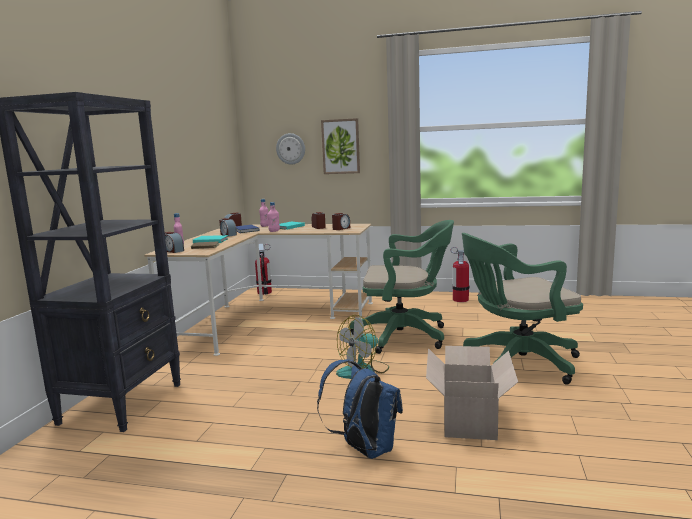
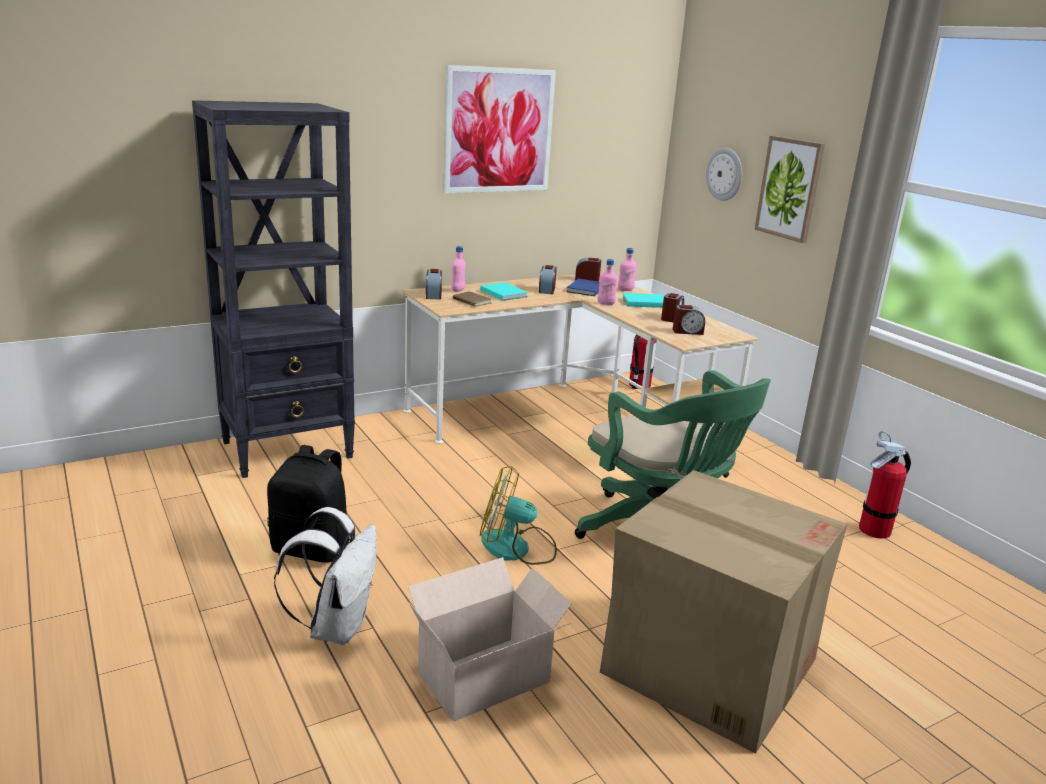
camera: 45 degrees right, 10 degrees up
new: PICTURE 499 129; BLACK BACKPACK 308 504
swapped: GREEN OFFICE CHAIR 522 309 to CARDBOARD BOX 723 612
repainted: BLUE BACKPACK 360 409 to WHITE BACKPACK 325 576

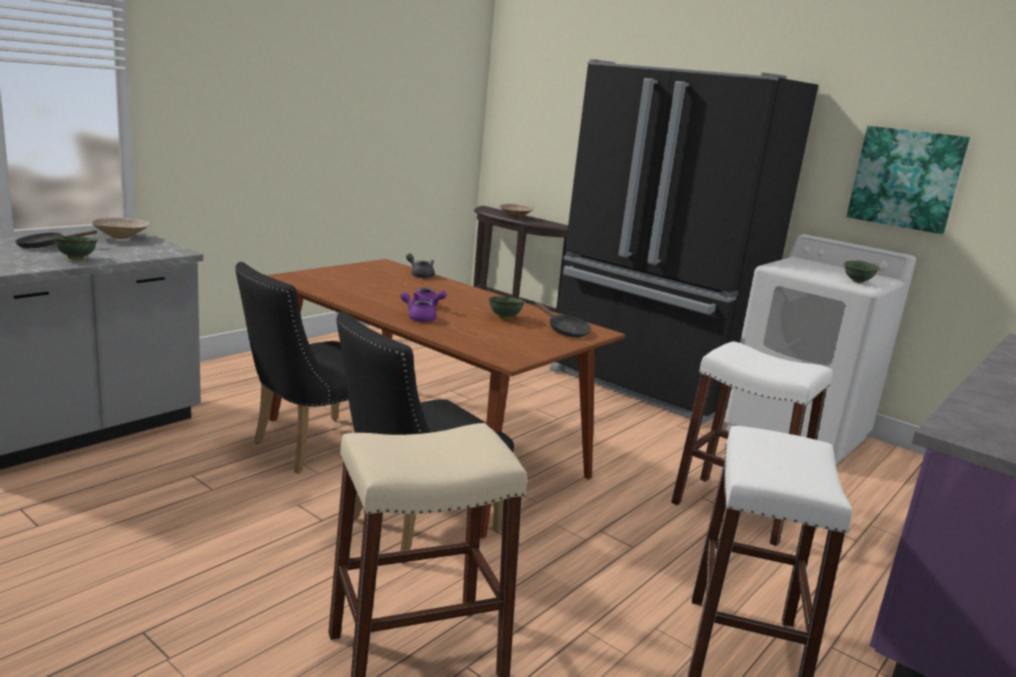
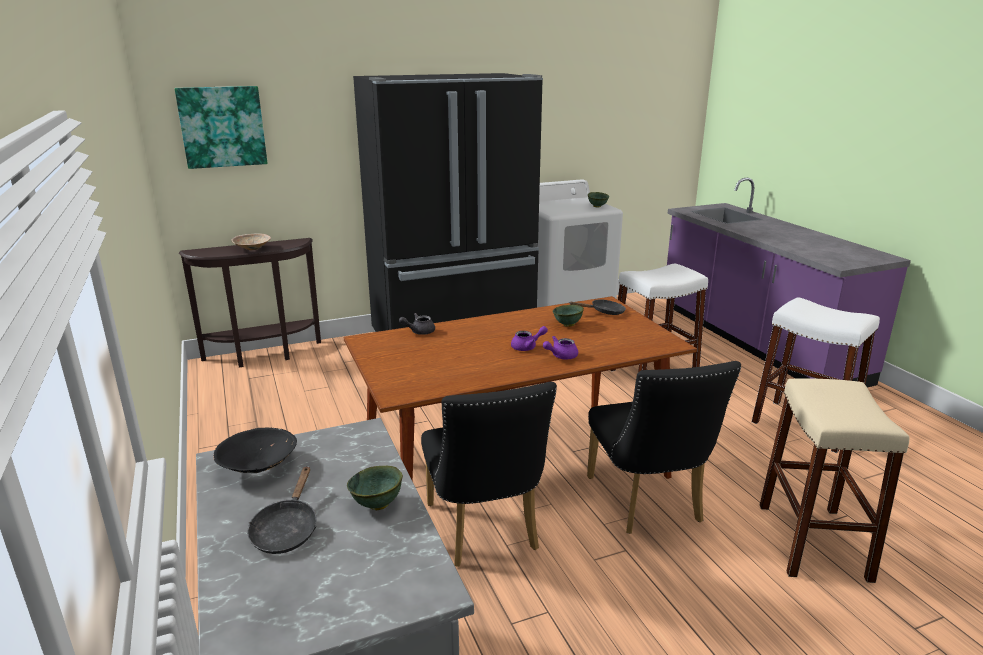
camera: 60 degrees left, 5 degrees up
shifted: PICTURE 908 180 to 221 127
repainted: BEIGE BOWL 120 228 to BLACK BOWL 255 450

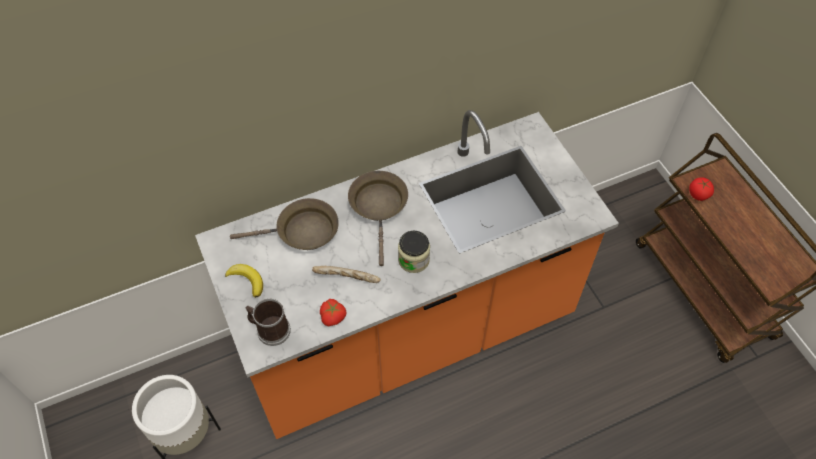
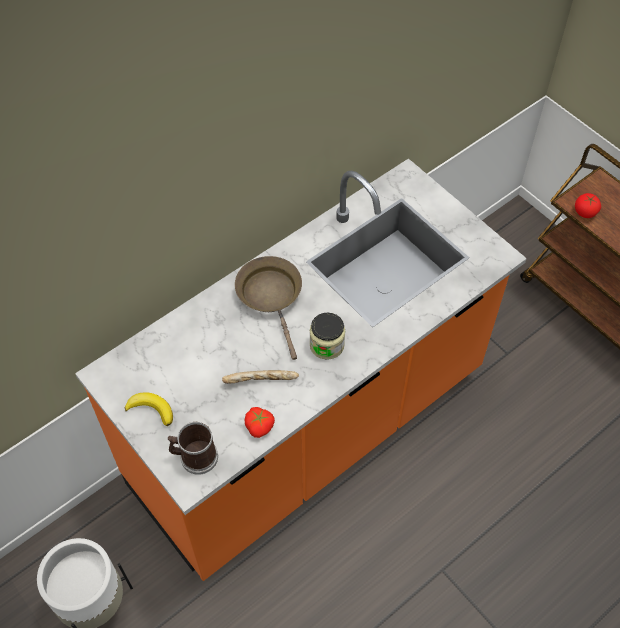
camera: 15 degrees left, 0 degrees up
gone: BROWN FRYING PAN 284 224

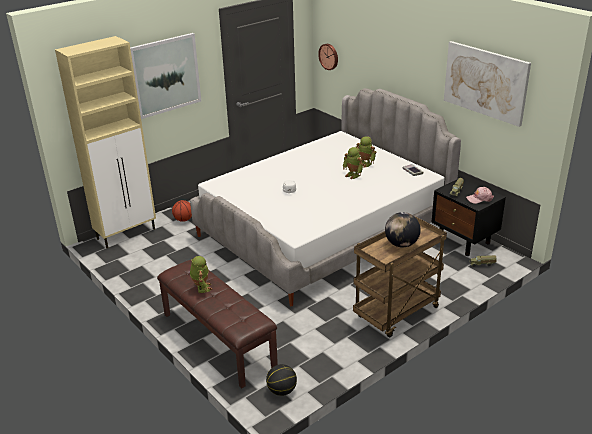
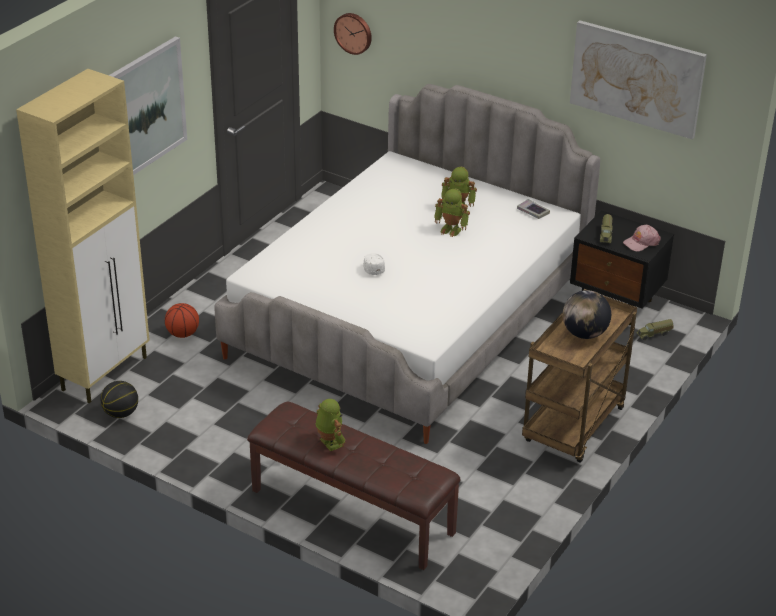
camera: 20 degrees left, 5 degrees up
shifted: BASKETBALL 281 380 to 119 399

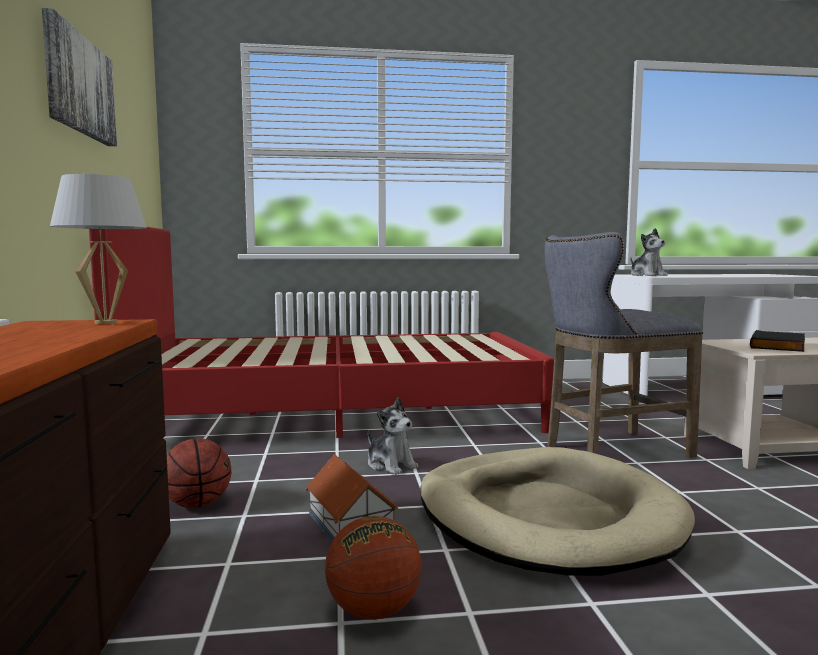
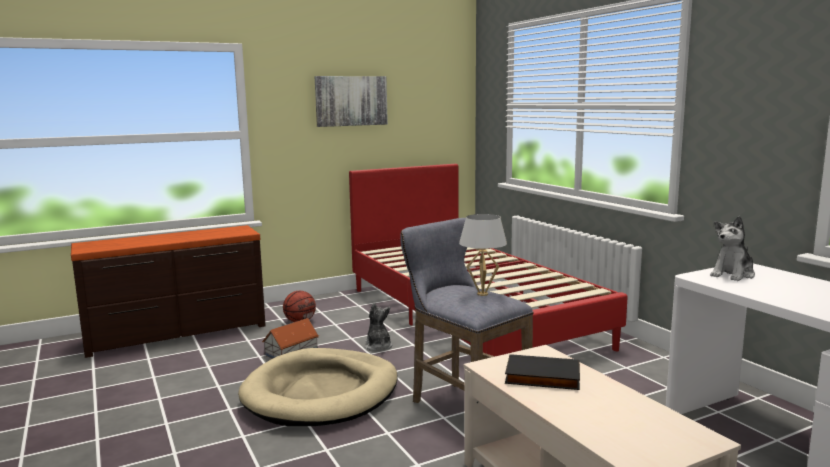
camera: 70 degrees right, 5 degrees up
gone: BASKETBALL 373 568
shifted: WHITE TABLE LAMP 98 249 to 483 255
rotated: PLUSH TOY 393 436 = 379 327 135 degrees clockwise

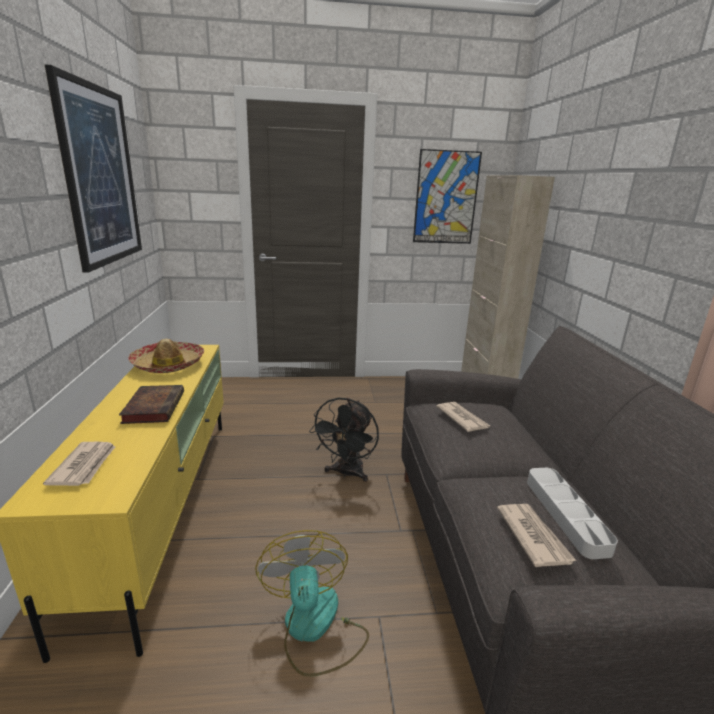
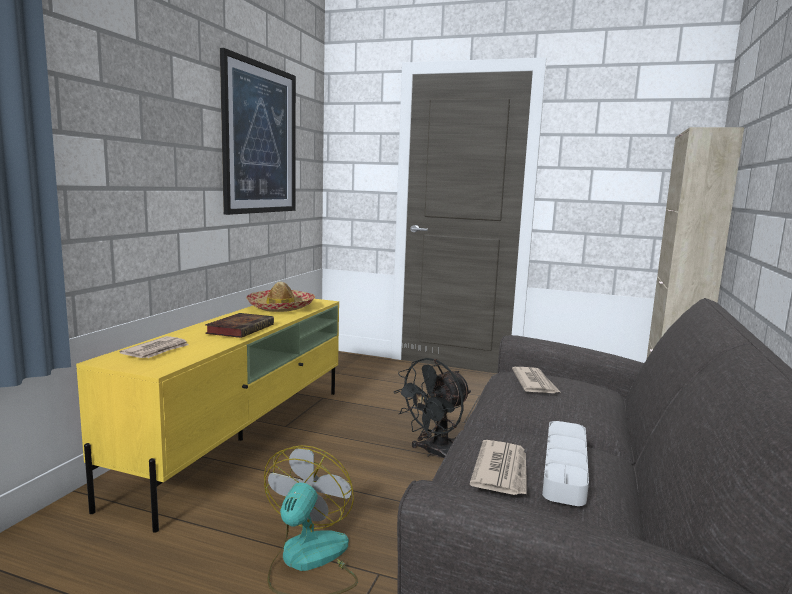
camera: 25 degrees right, 10 degrees down
gone: PICTURE 447 196

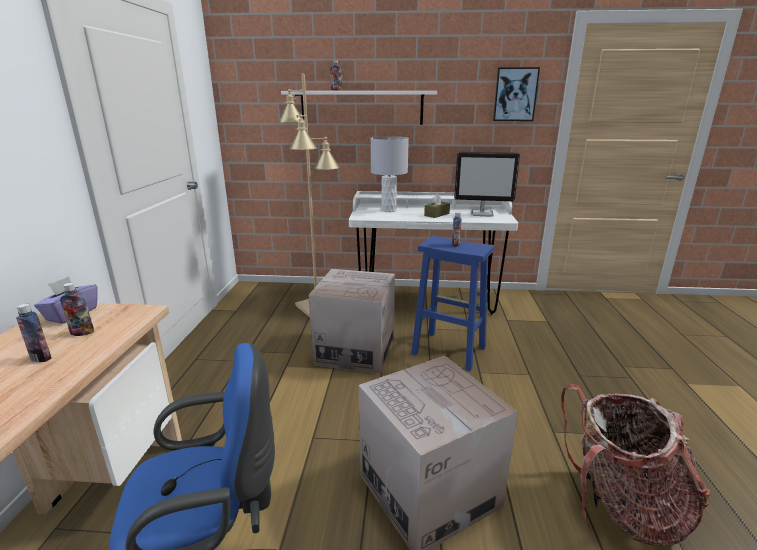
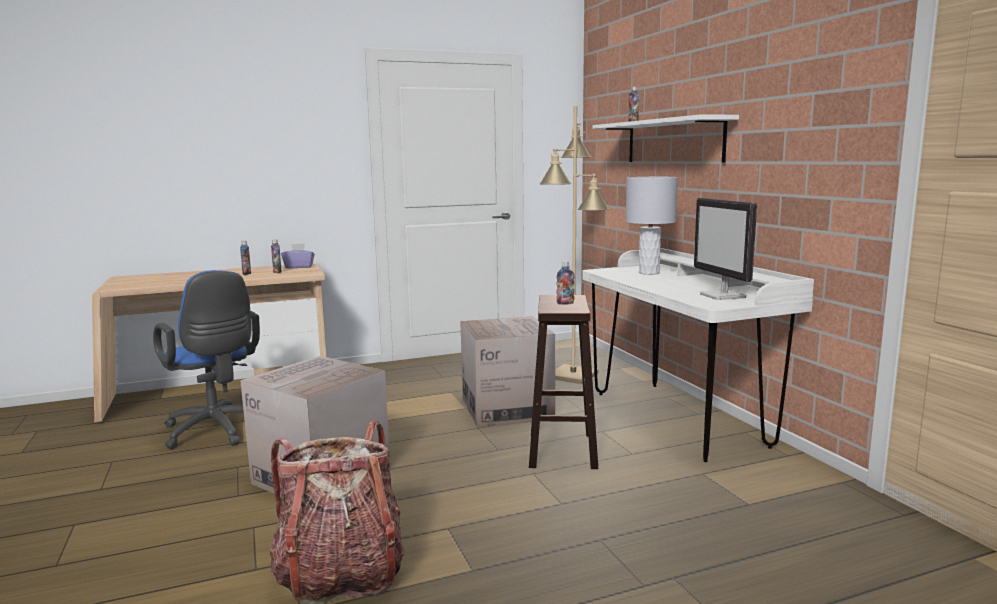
camera: 65 degrees right, 10 degrees down
gone: PICTURE 516 94; BROWN TISSUE BOX 437 205
repainted: BLUE STOOL 452 303 to BROWN STOOL 563 382

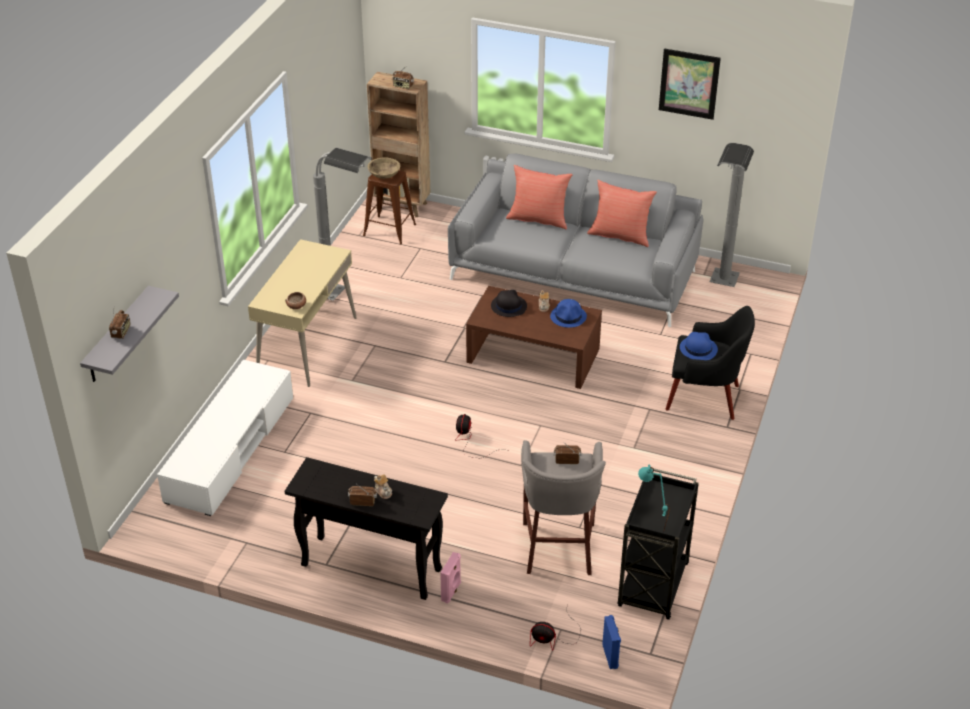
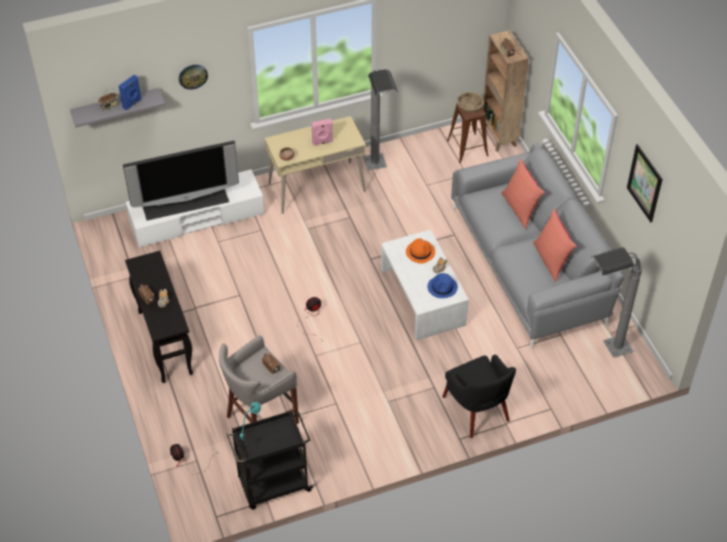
camera: 50 degrees right, 10 degrees up
gone: BLUE HAT 699 346
new: WALL CLOCK 193 77; TELEVISION 181 180
shifted: PINK SPEAKER 450 578 to 322 132; BLUE SPEAKER 611 642 to 130 92
repainted: BROWN COFFEE TABLE 534 337 to WHITE COFFEE TABLE 425 285; BLACK HAT 509 303 to ORANGE HAT 420 251

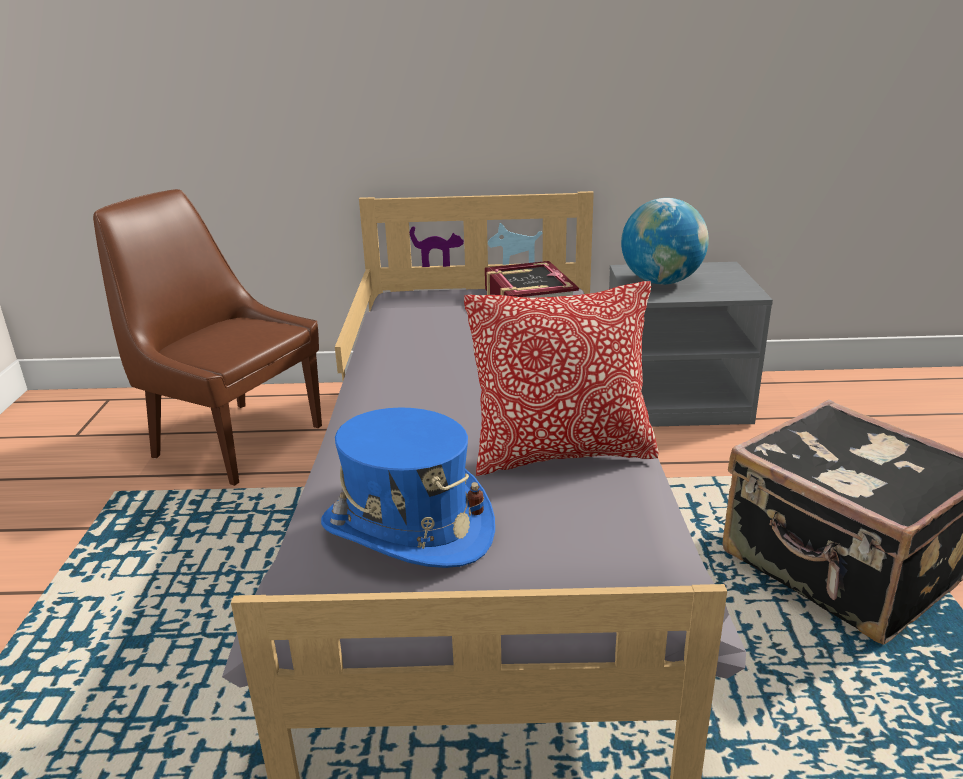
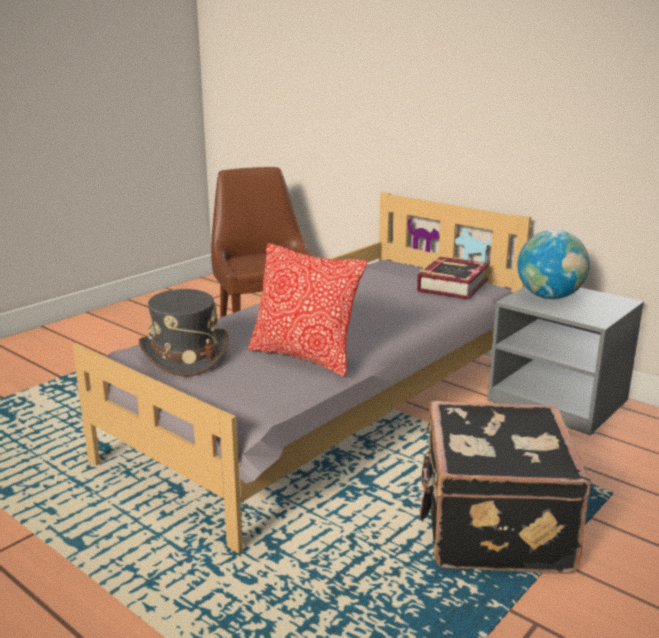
camera: 40 degrees right, 5 degrees down
repainted: BLUE HAT 408 487 to GREY HAT 184 332

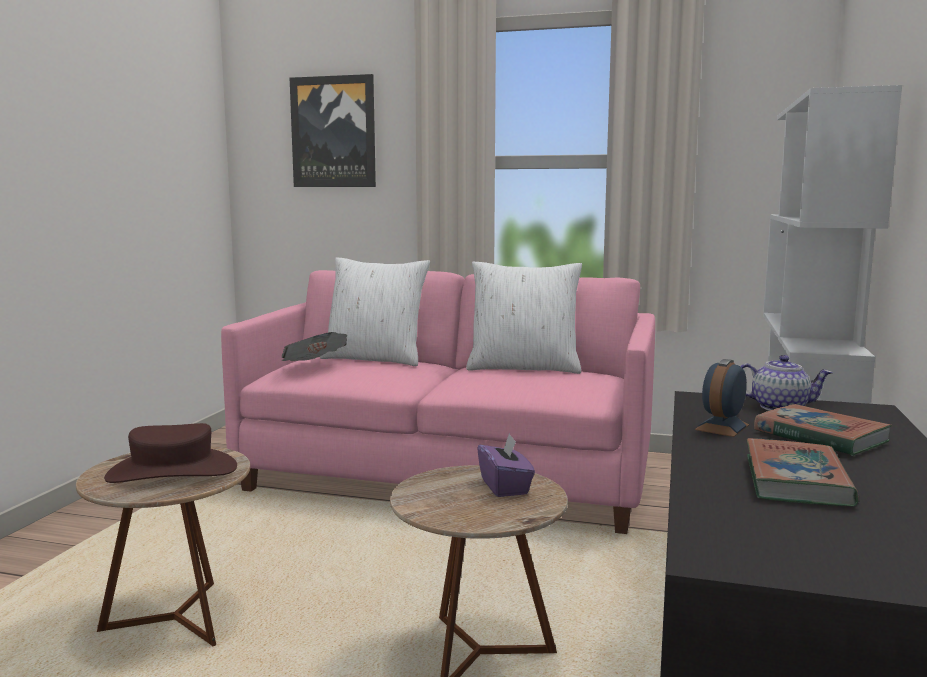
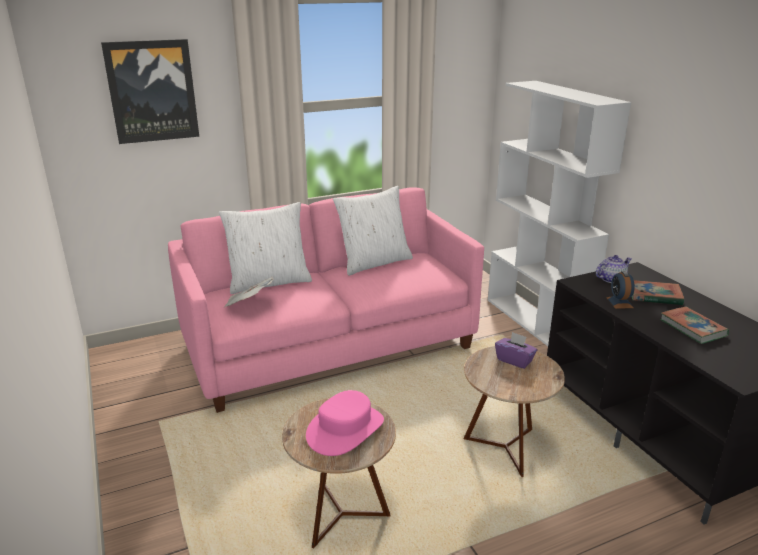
camera: 40 degrees left, 15 degrees up
repainted: BROWN HAT 170 453 to PINK HAT 345 423

